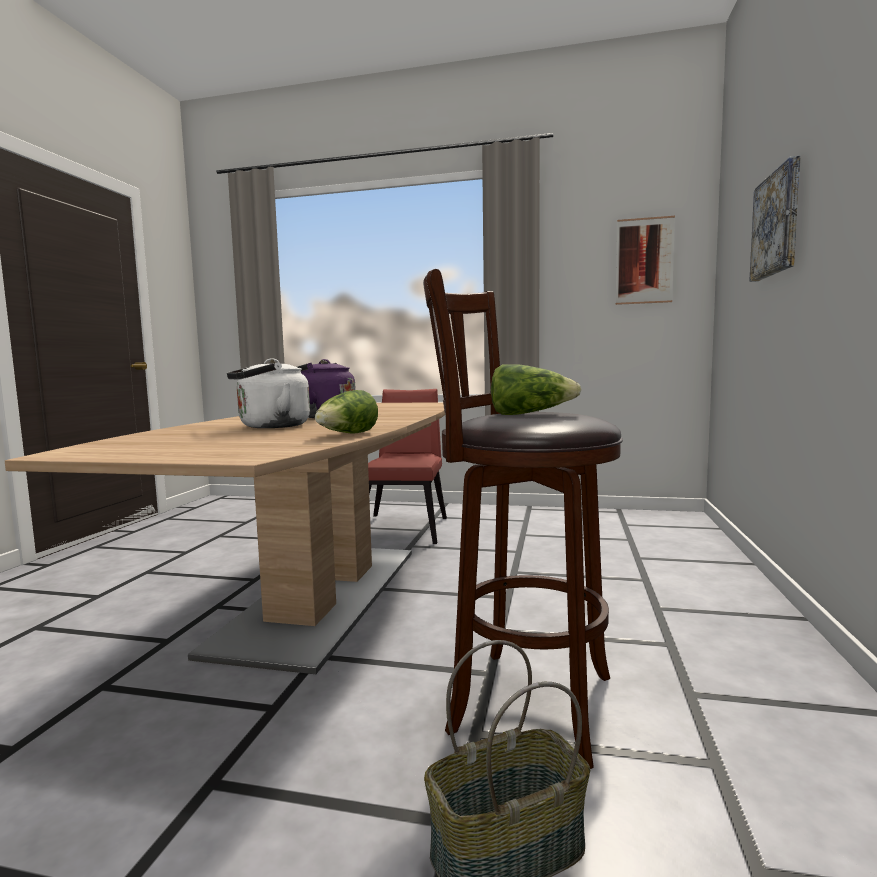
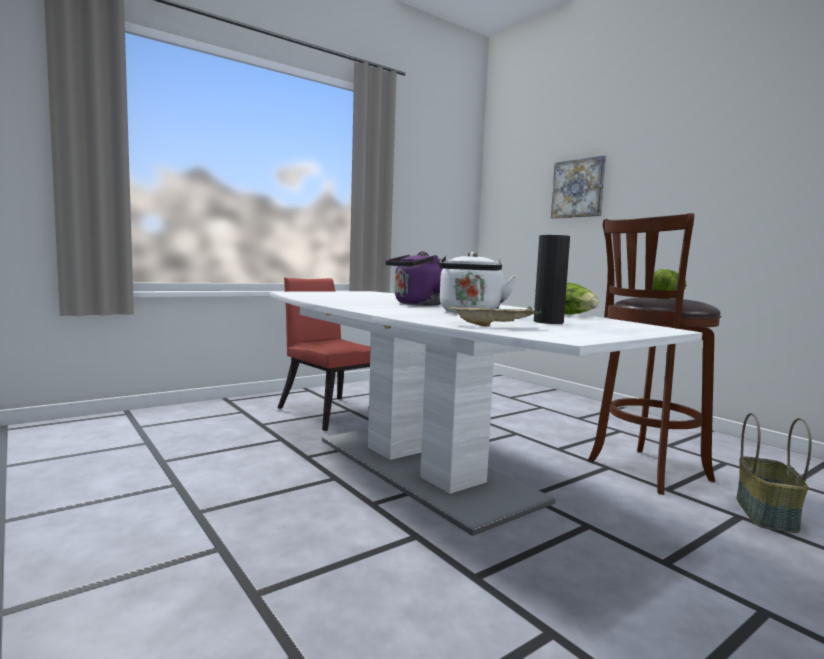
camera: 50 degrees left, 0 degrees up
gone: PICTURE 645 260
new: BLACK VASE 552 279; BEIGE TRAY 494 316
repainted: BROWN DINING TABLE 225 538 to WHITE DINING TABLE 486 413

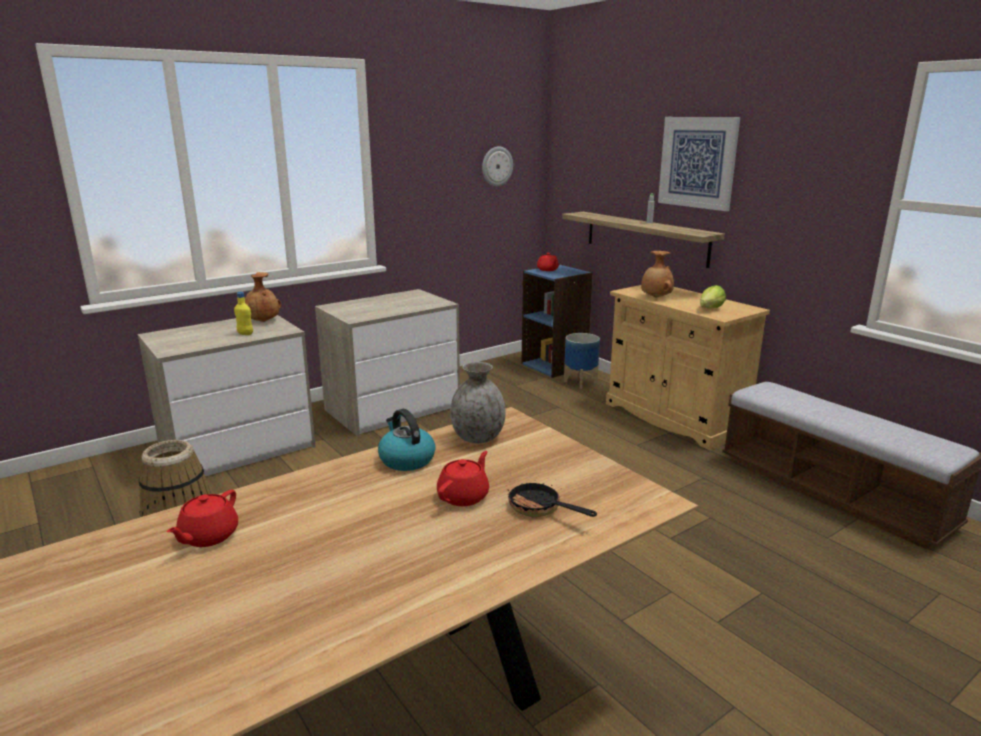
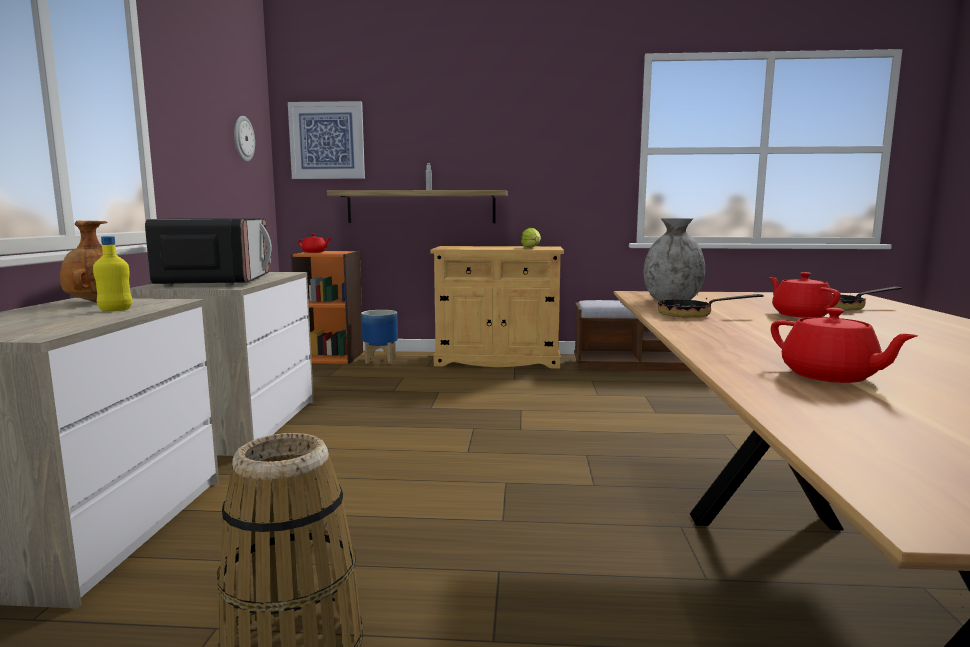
camera: 50 degrees left, 10 degrees down
gone: BROWN VASE 657 274
new: MICROWAVE 208 252
shifted: PICTURE 699 164 to 326 140
swapped: KETTLE 407 440 to FRYING PAN 711 303
repainted: BLUE BOOKCASE 557 321 to ORANGE BOOKCASE 327 307

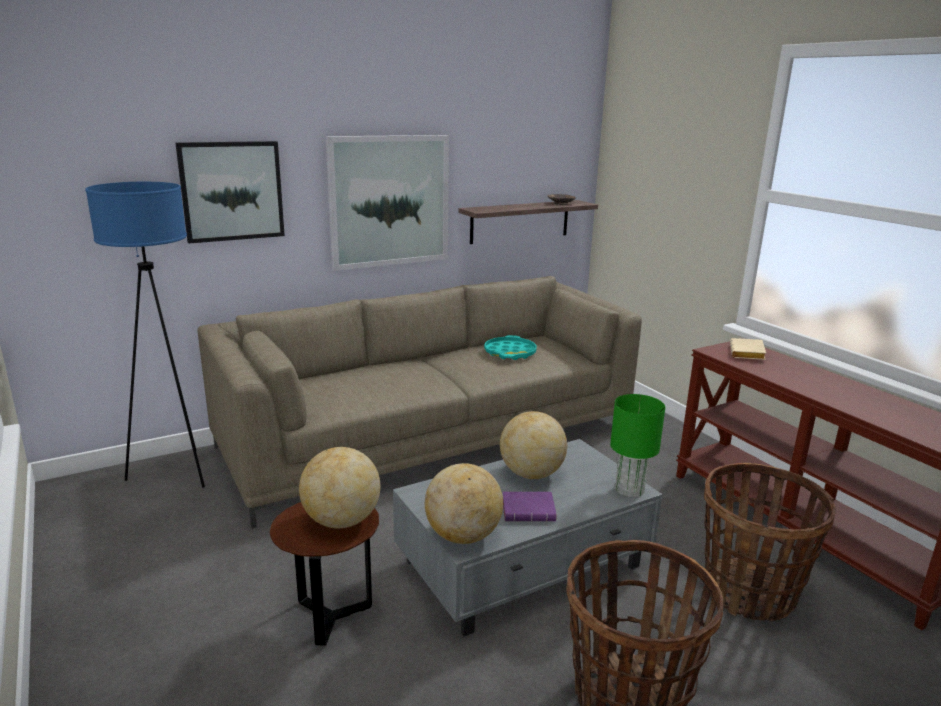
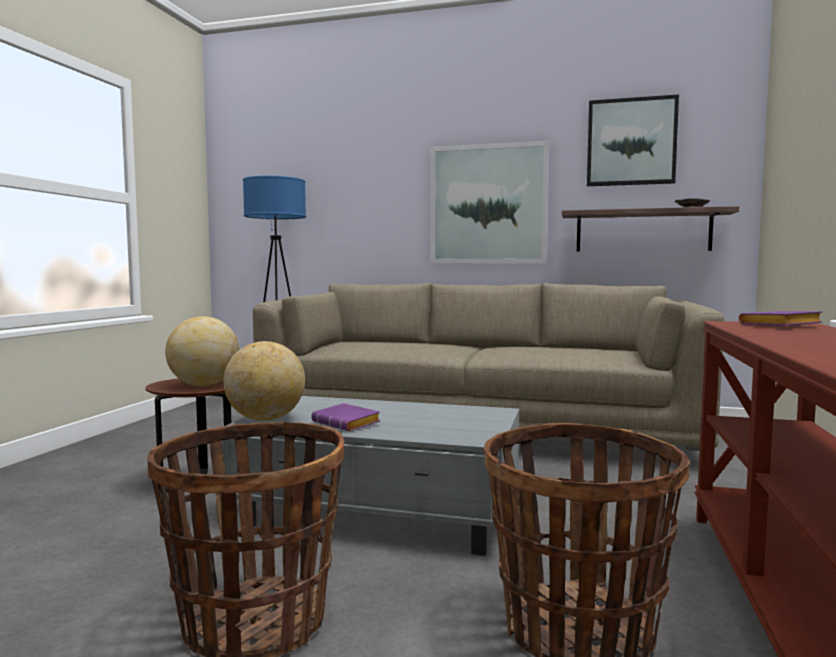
camera: 45 degrees right, 15 degrees down
gone: TURQUOISE TRAY 510 347; GREEN TABLE LAMP 637 446; GLOBE 533 445
shifted: PICTURE 230 192 to 633 140
repainted: BEIGE BOOK 748 349 to PURPLE BOOK 780 318

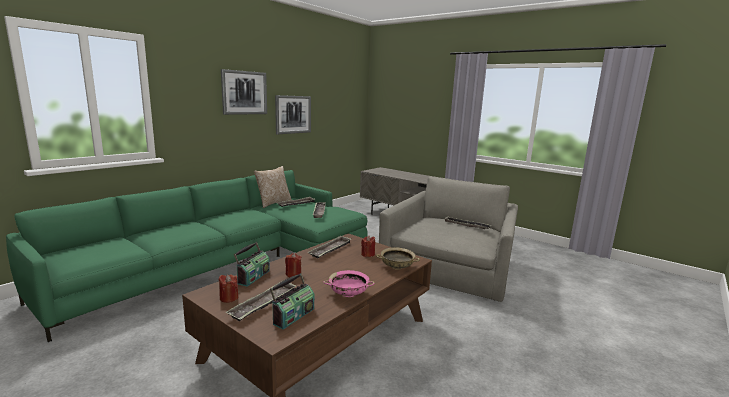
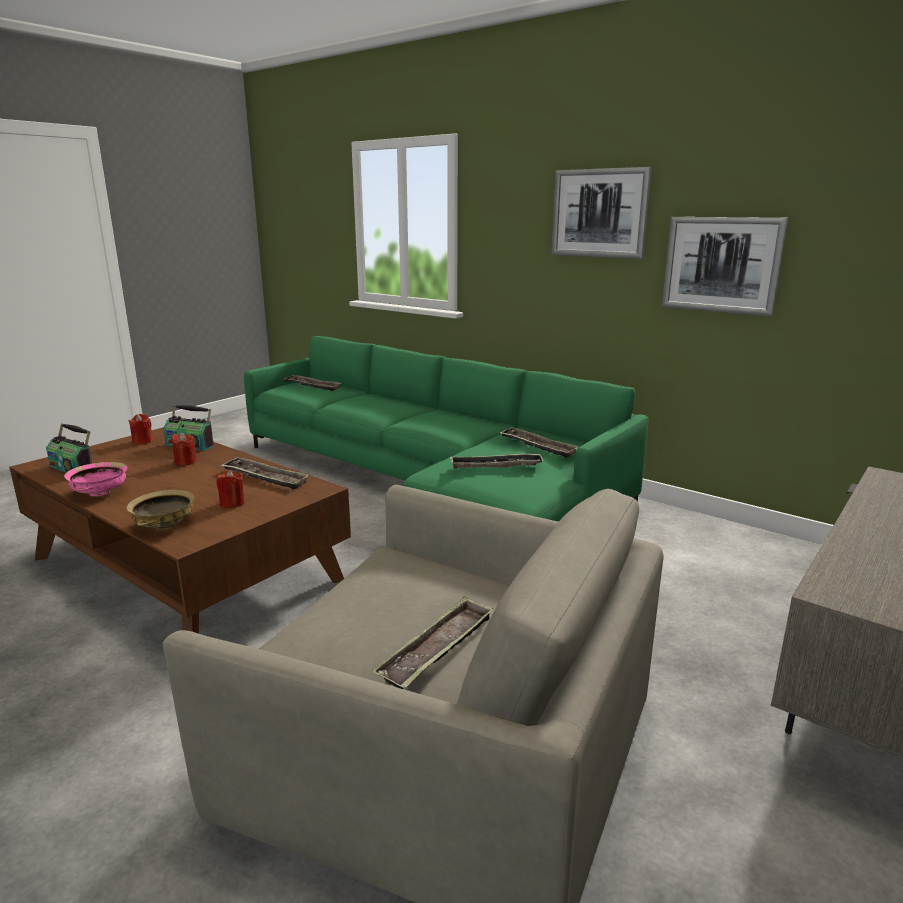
camera: 90 degrees right, 5 degrees up
gone: PILLOW 273 187
shifted: TRAY 261 300 to 313 383

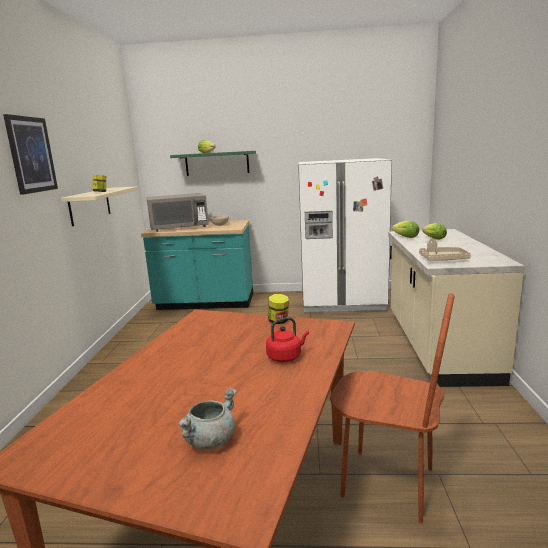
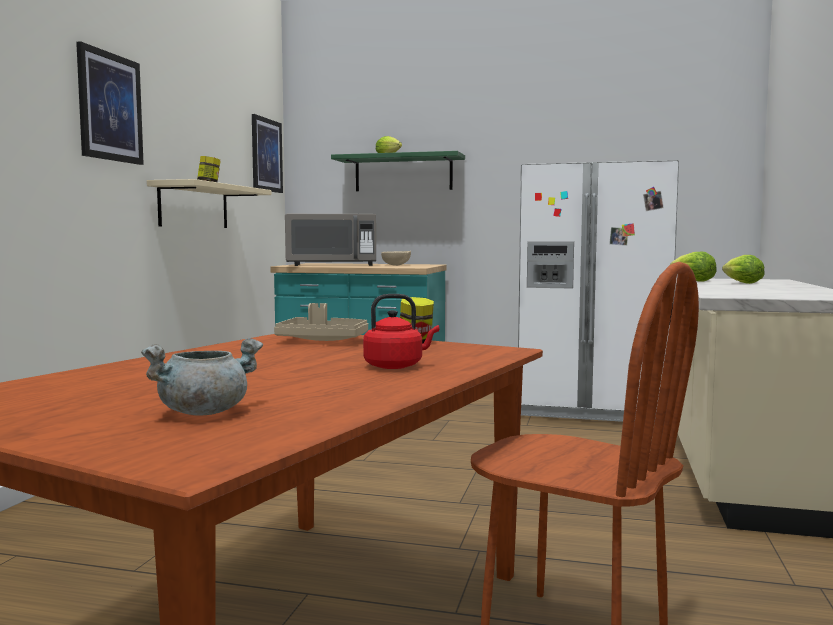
camera: 10 degrees right, 10 degrees down
new: PICTURE 267 153
shifted: BEIGE TRAY 445 250 to 321 322

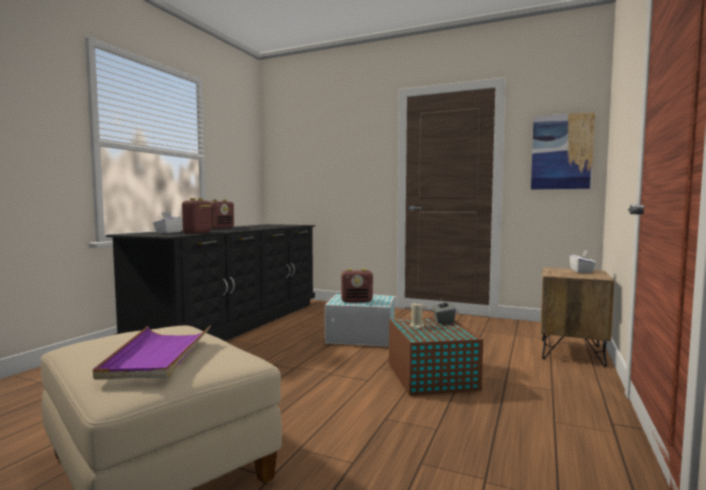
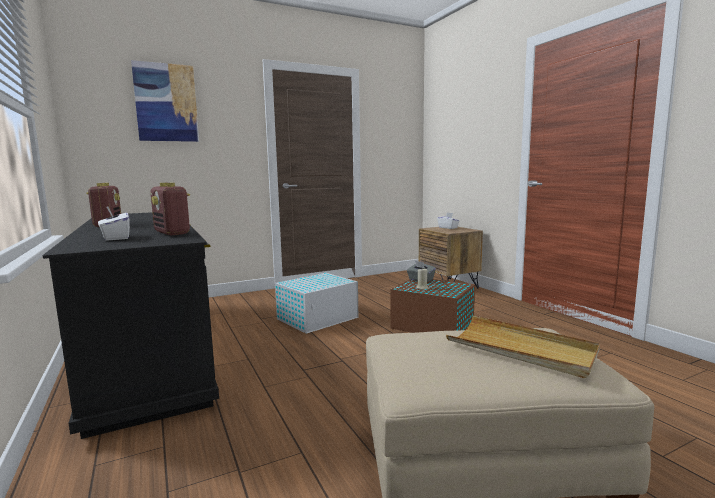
camera: 50 degrees left, 5 degrees up
gone: RADIO 357 285
shifted: PICTURE 563 151 to 165 101
repainted: PURPLE TRAY 152 352 to BEIGE TRAY 523 346

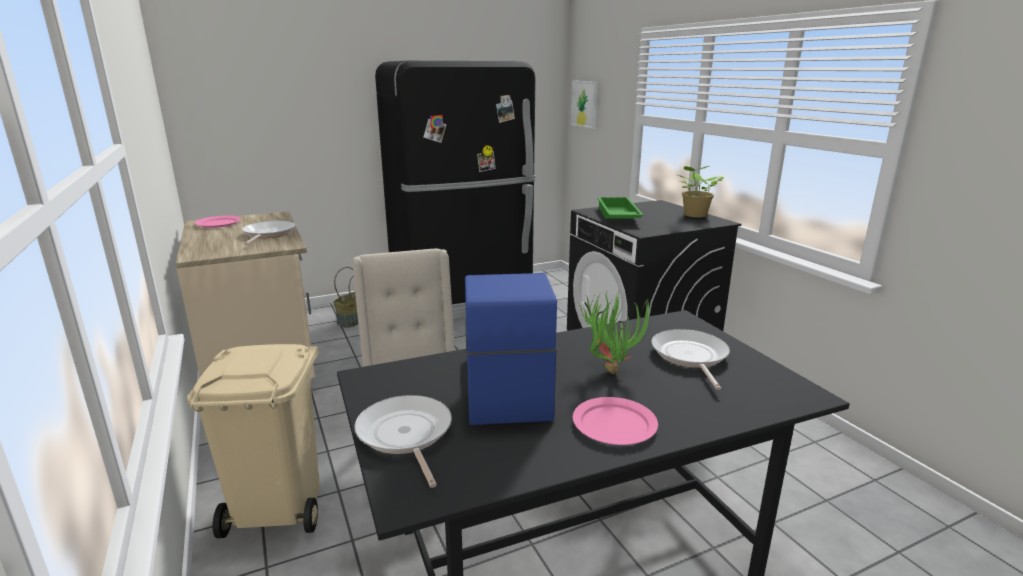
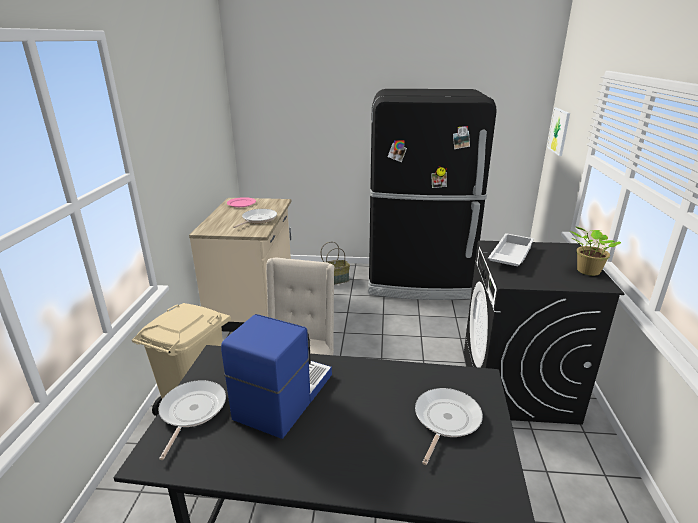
camera: 30 degrees right, 5 degrees up
gone: POTTED PLANT 616 333; PINK PLATE 615 421
repainted: GREEN TRAY 620 207 to WHITE TRAY 511 250

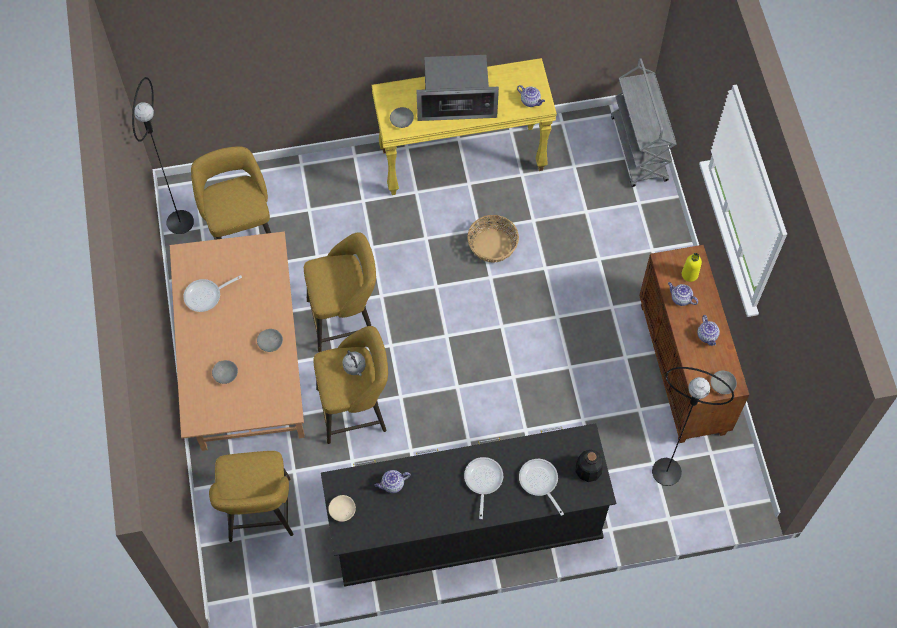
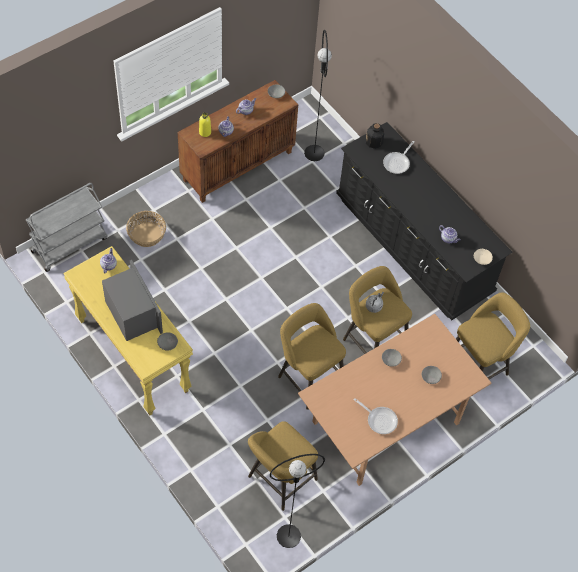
camera: 120 degrees left, 5 degrees down
gone: FRYING PAN 483 488
shifted: BASKET 493 239 to 146 229

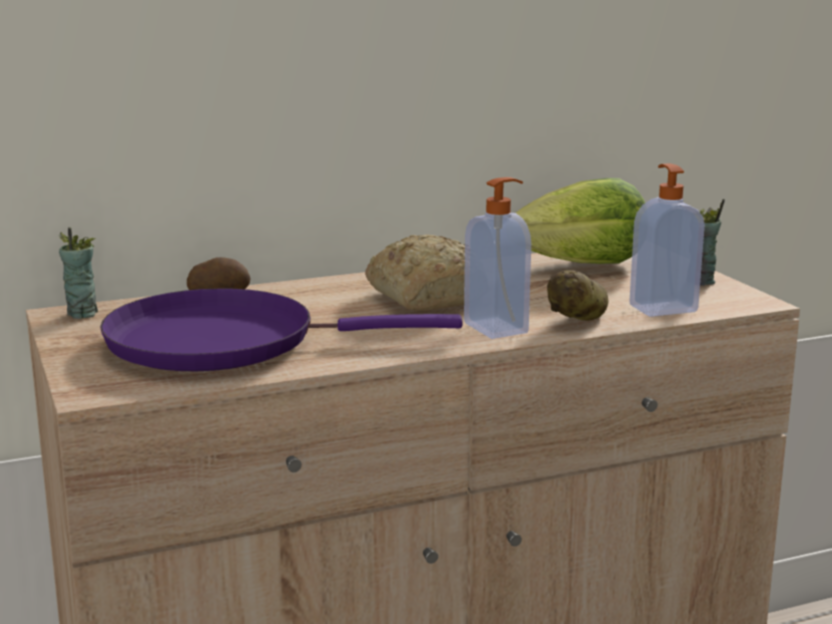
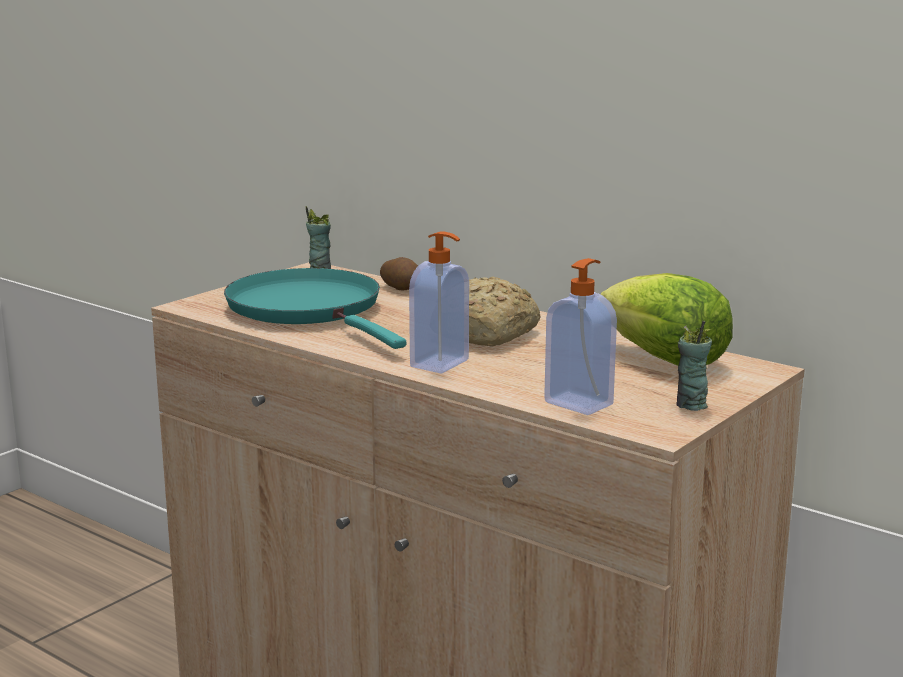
camera: 60 degrees right, 0 degrees up
gone: POTATO 577 295
repainted: PURPLE FRYING PAN 281 329 to TURQUOISE FRYING PAN 315 308

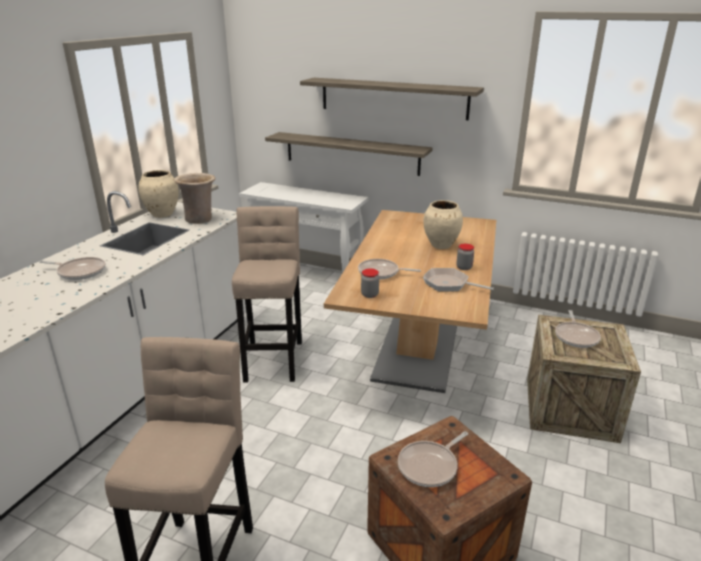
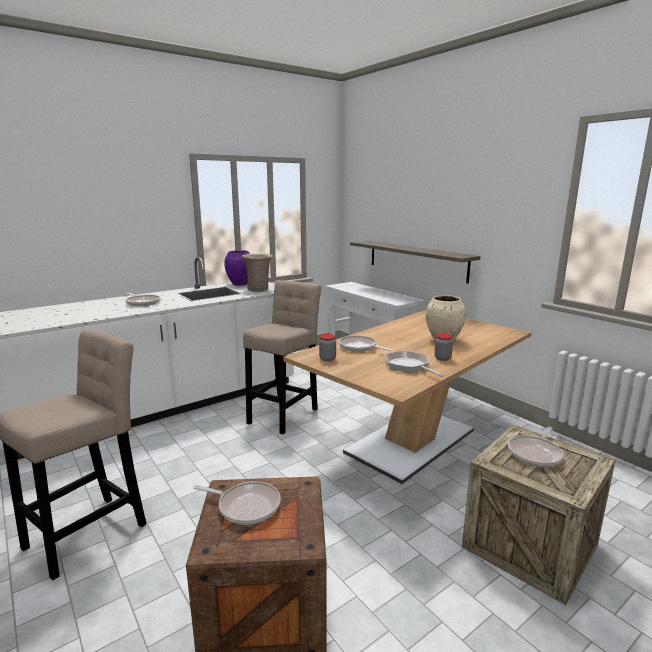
camera: 30 degrees right, 10 degrees down
gone: SHELF 392 99
repainted: BEIGE VASE 158 194 to PURPLE VASE 237 268
rotated: FRYING PAN 433 459 = 237 503 150 degrees counterclockwise

